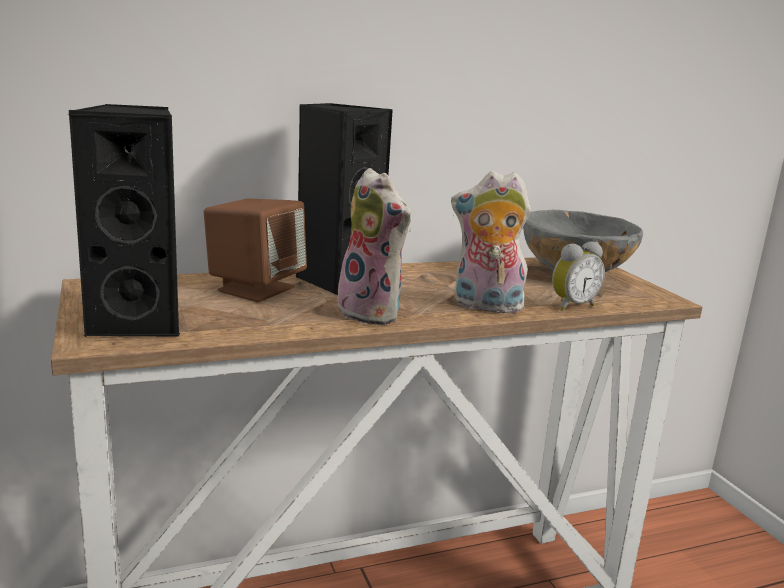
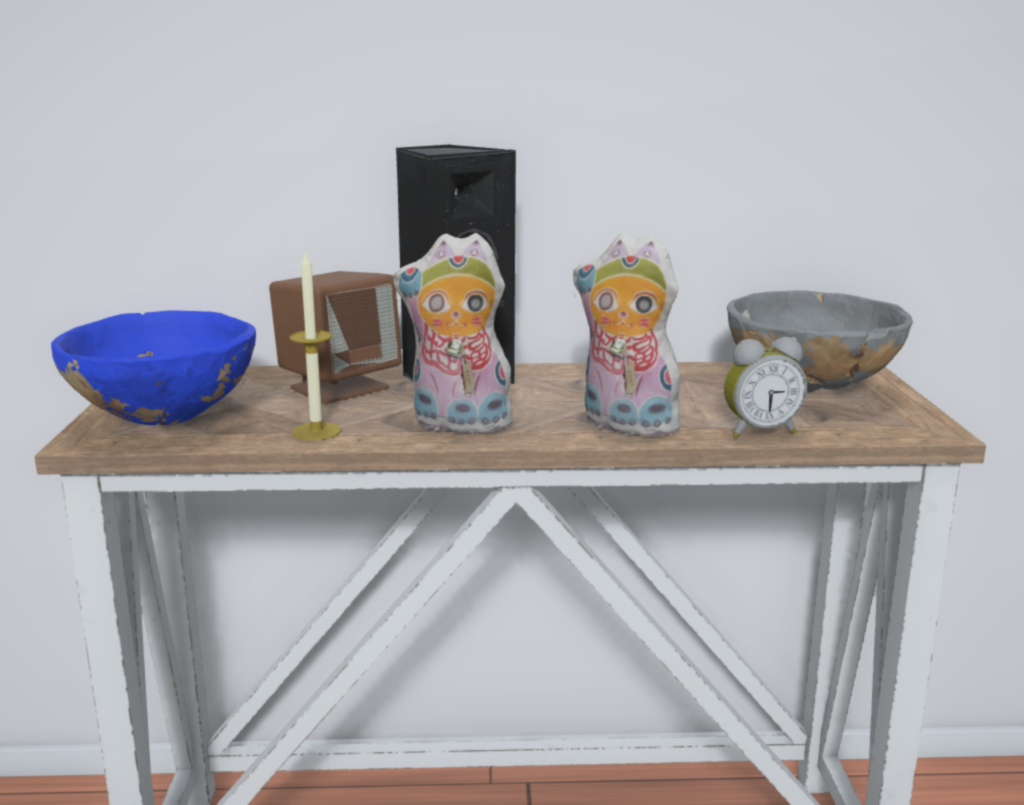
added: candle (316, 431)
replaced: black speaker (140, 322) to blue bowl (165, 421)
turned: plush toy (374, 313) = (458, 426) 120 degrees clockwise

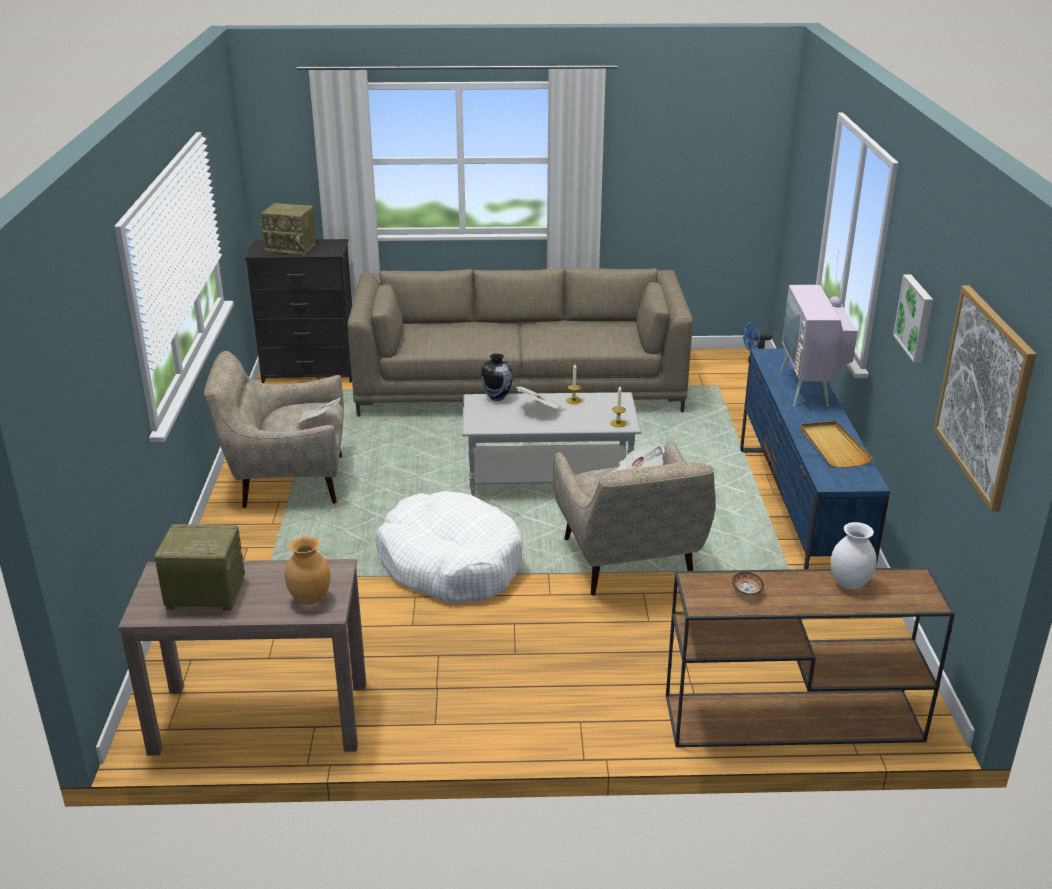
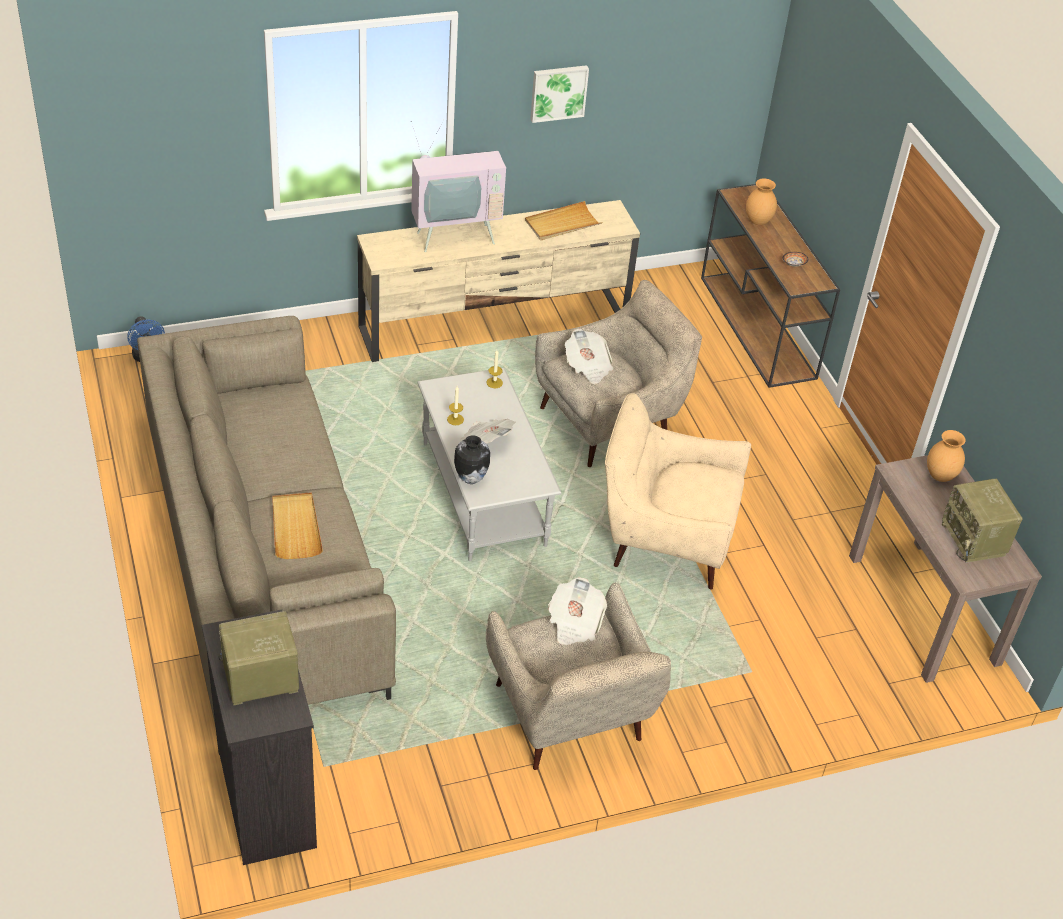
removed: picture (984, 395)
added: beige tray (295, 527)
replaced: white dog bed (450, 564) to beige armchair (664, 539)
recoloured: blue tv stand (797, 521) to beige tv stand (495, 325); white vase (849, 584) to brown vase (758, 221)
turned: radio (291, 248) = (259, 680) 105 degrees counterclockwise

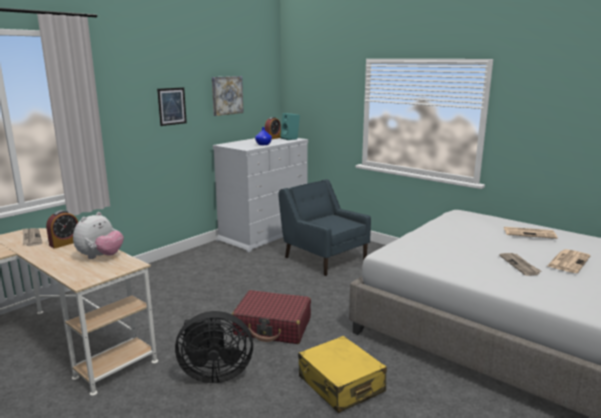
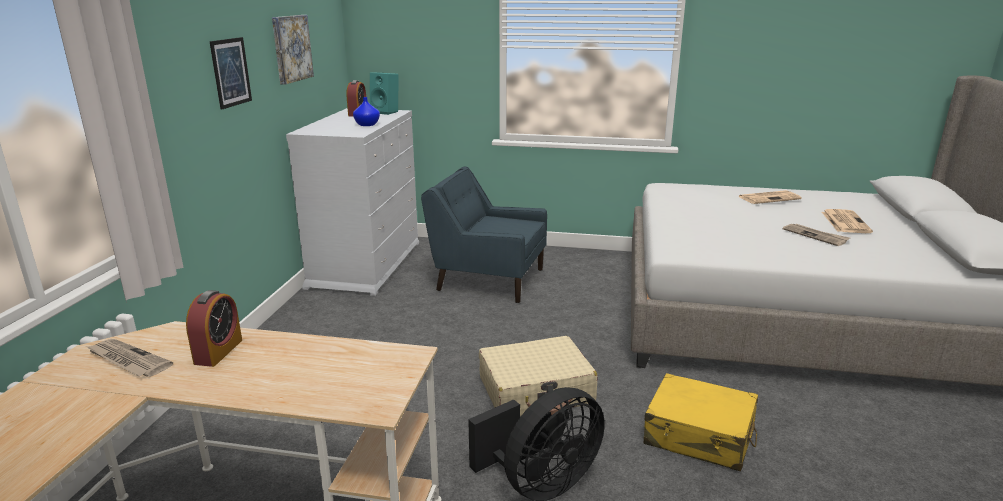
removed: plush toy (100, 257)
recoloured: red suitcase (273, 327) to beige suitcase (536, 391)

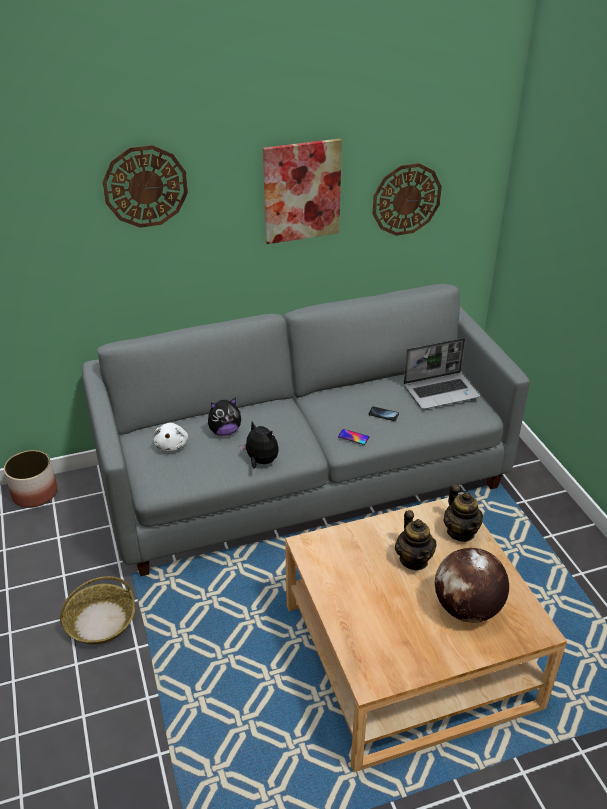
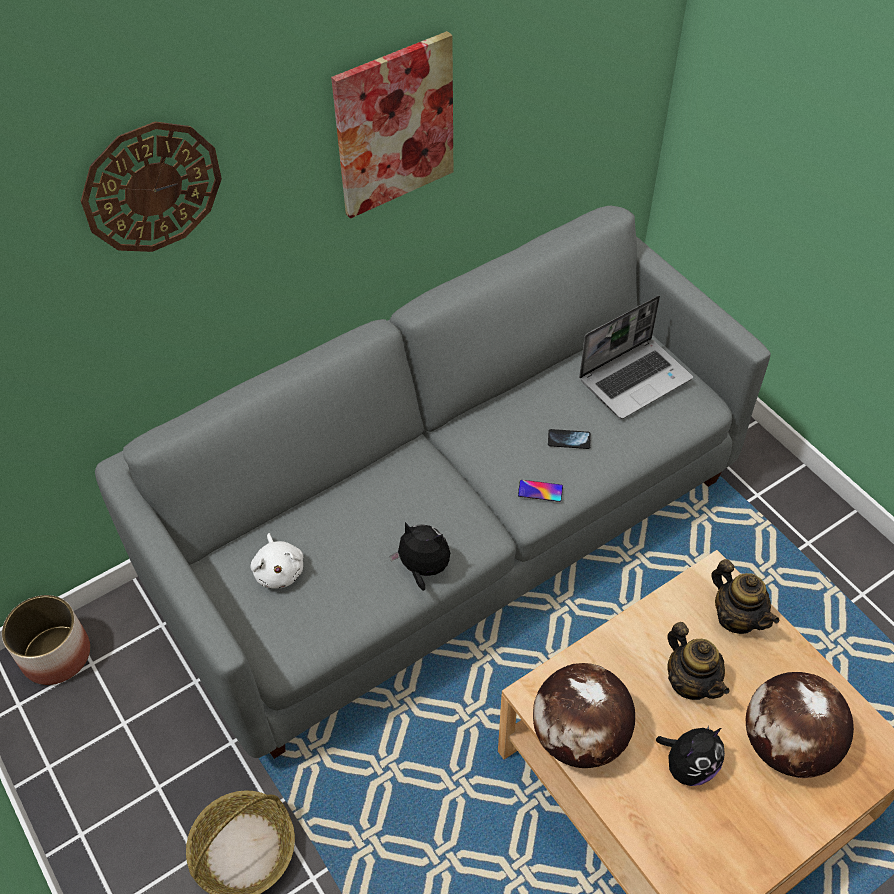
removed: wall clock (406, 199)
added: globe (579, 736)
moved: plush toy (225, 431) to (688, 765)

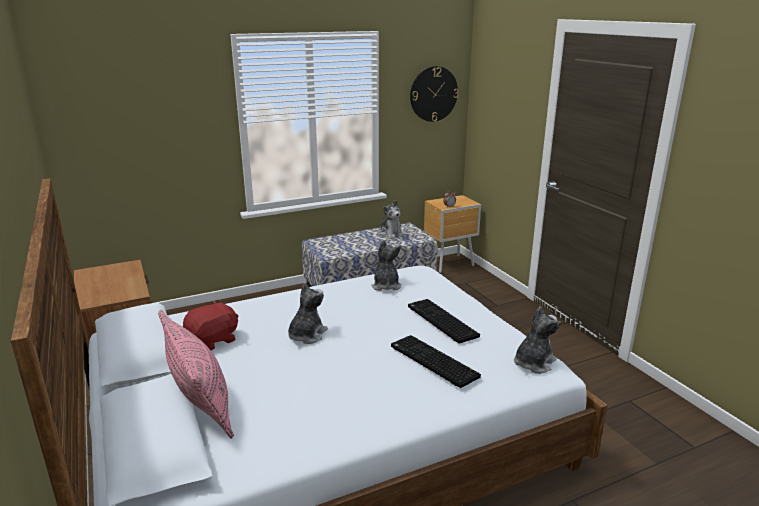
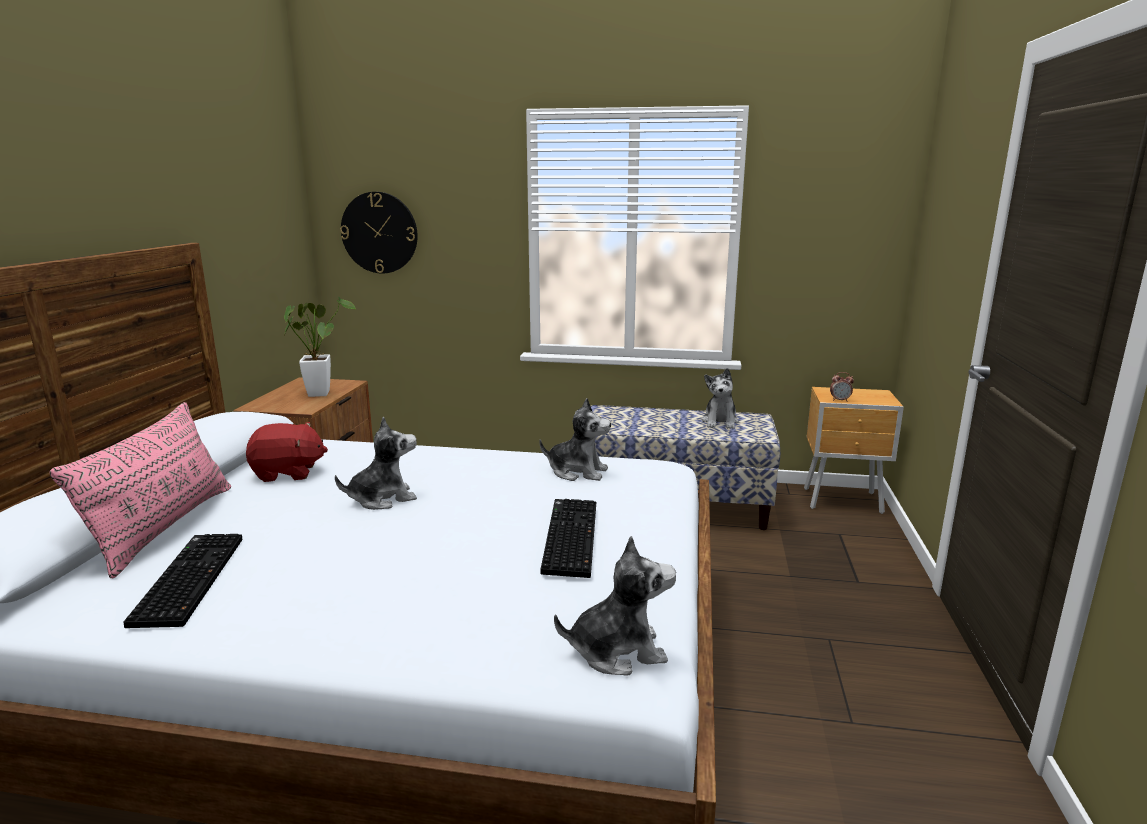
added: potted plant (320, 392)
moved: wall clock (433, 94) to (379, 233); keyboard (431, 362) to (187, 579)
turned: plush toy (385, 285) = (577, 472) 75 degrees clockwise

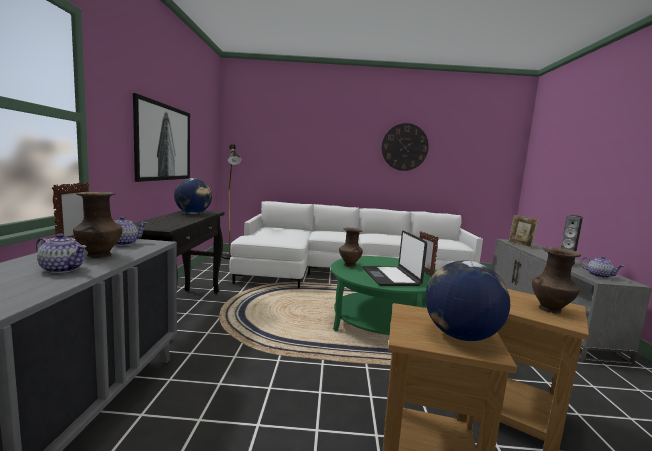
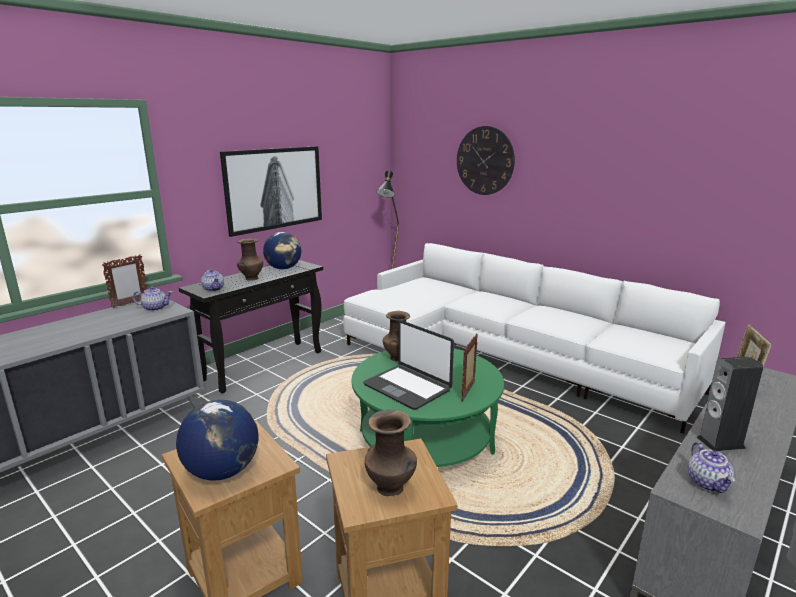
moved: wall clock (404, 147) to (485, 160); brown vase (99, 255) to (251, 279); teapot (63, 269) to (214, 289)
turned: laptop (391, 277) = (408, 387) 75 degrees counterclockwise

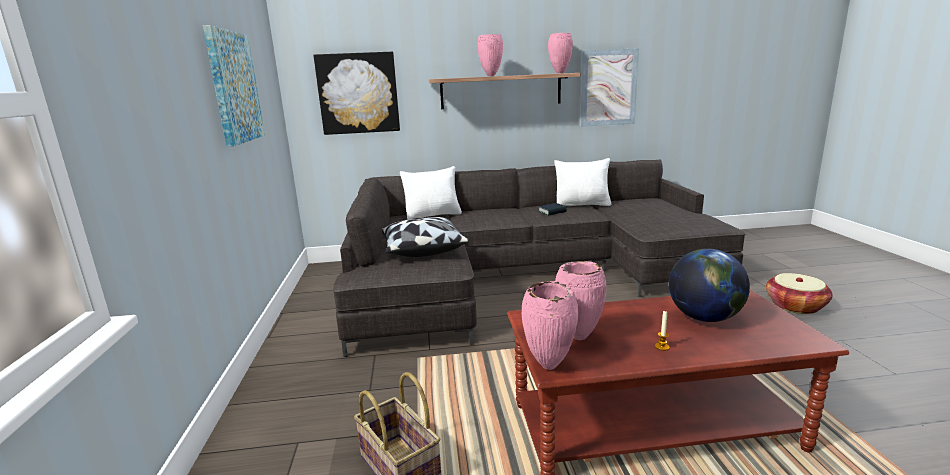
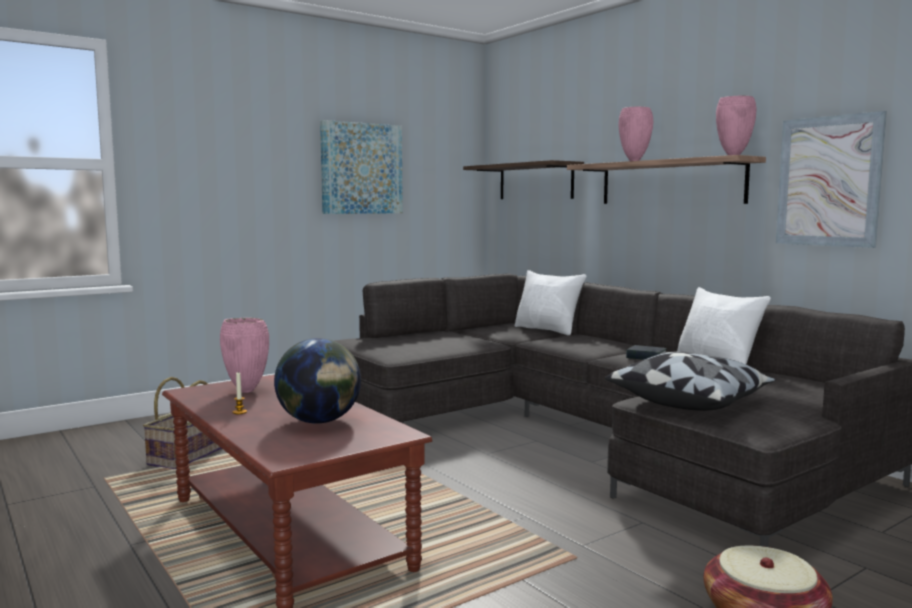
removed: pink vase (550, 366)
moved: pillow (422, 249) to (689, 402)
replaced: picture (358, 93) to shelf (535, 181)

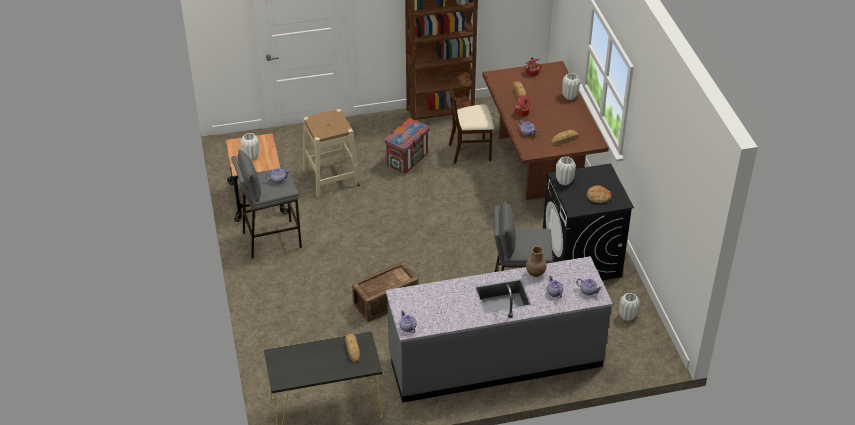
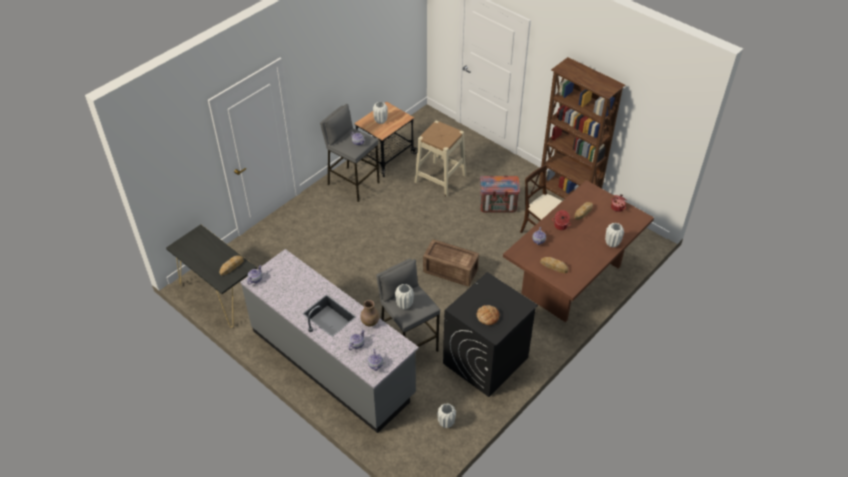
moved: white vase (564, 181) to (404, 305); crate (384, 301) to (450, 270)

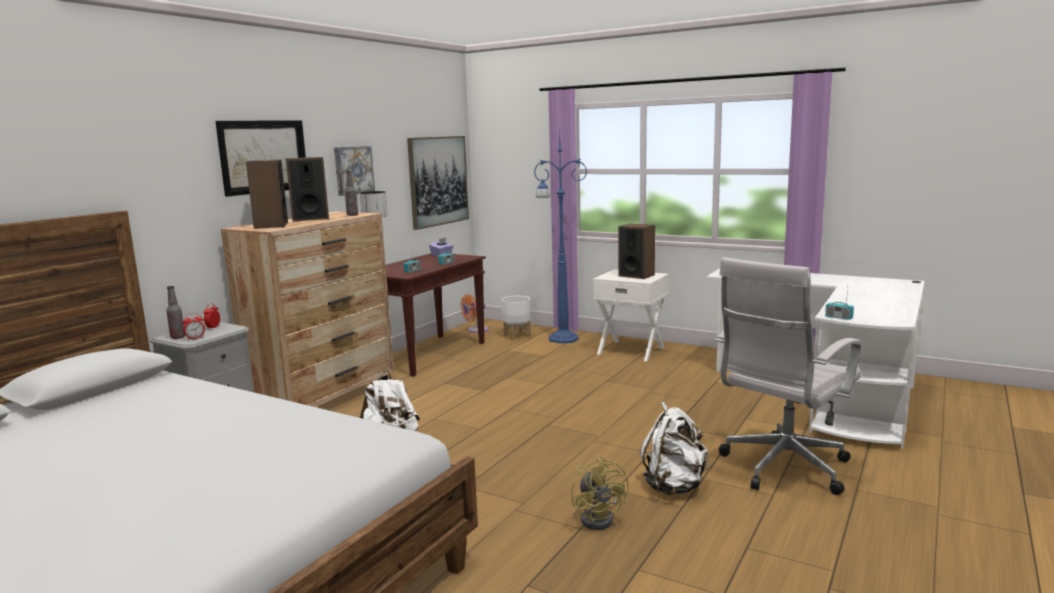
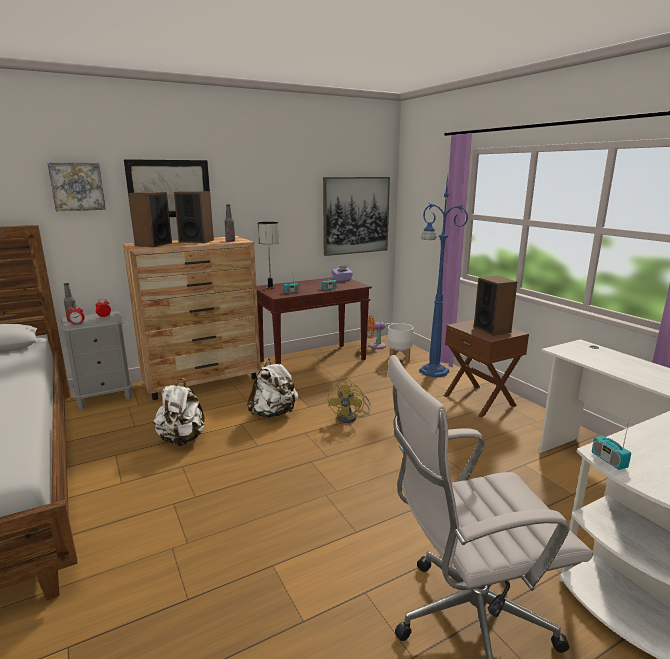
moved: picture (353, 170) to (77, 186); white backpack (674, 486) to (273, 413); yellow fan (600, 518) to (350, 417)
recoloured: white nightstand (631, 350) to brown nightstand (480, 400)

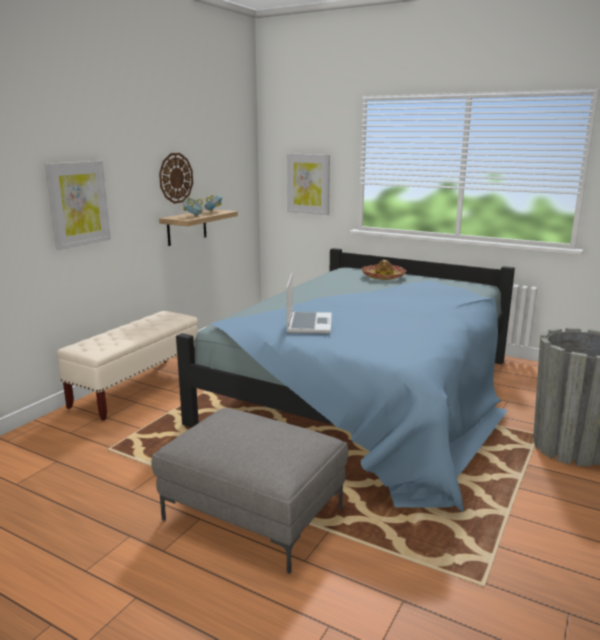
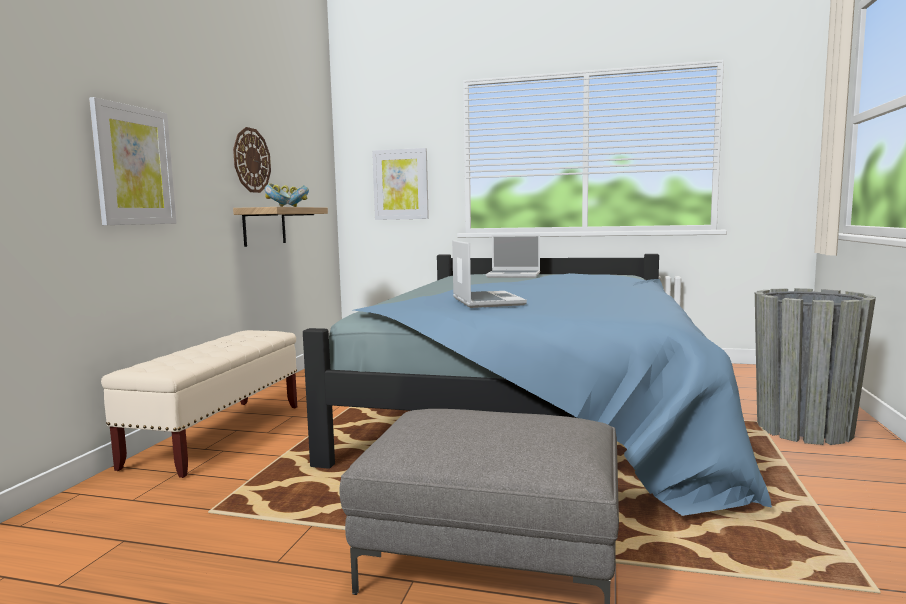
replaced: hat (383, 277) to laptop (514, 275)

